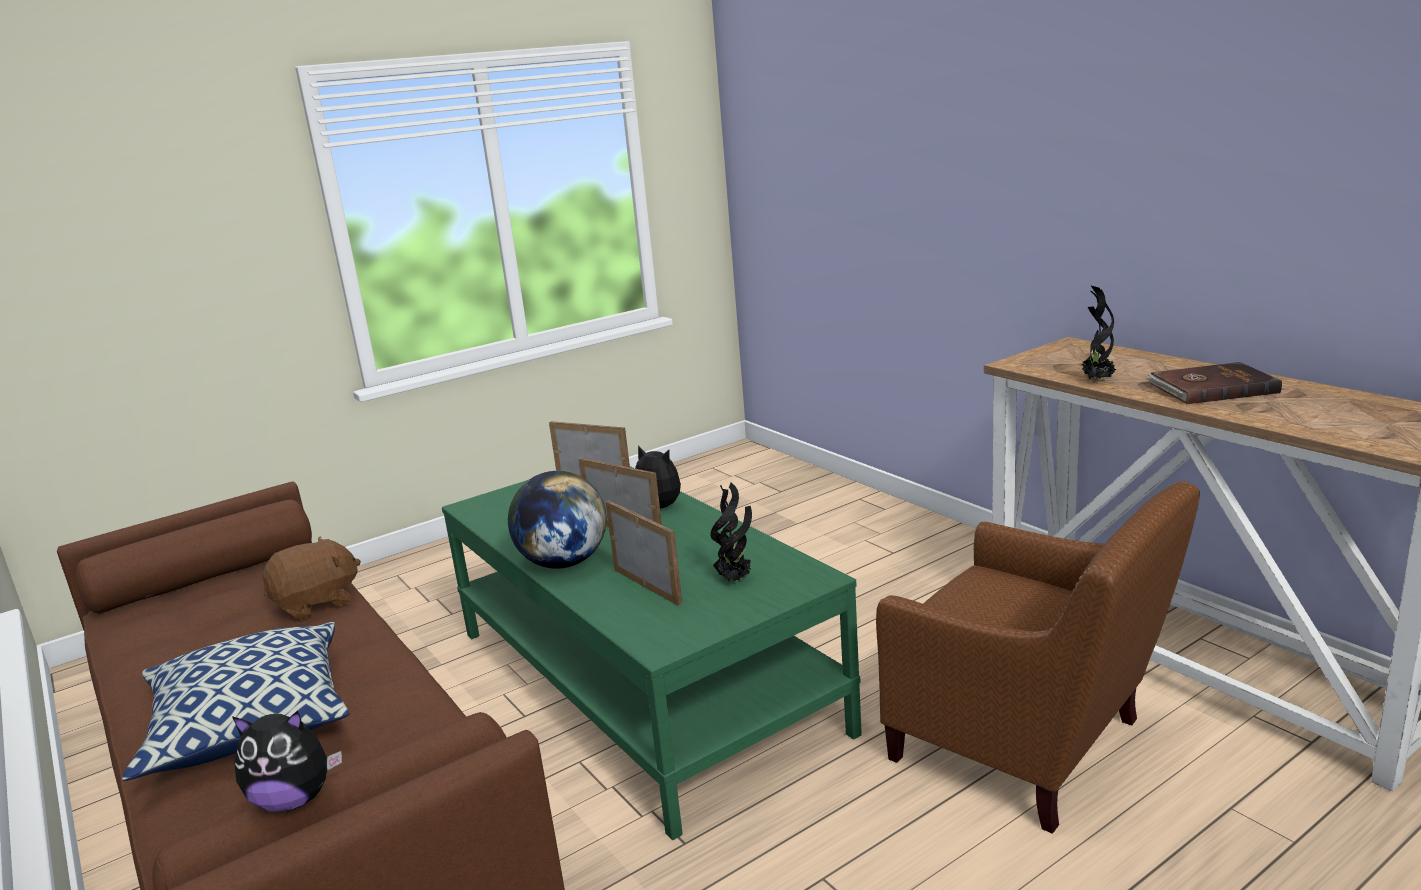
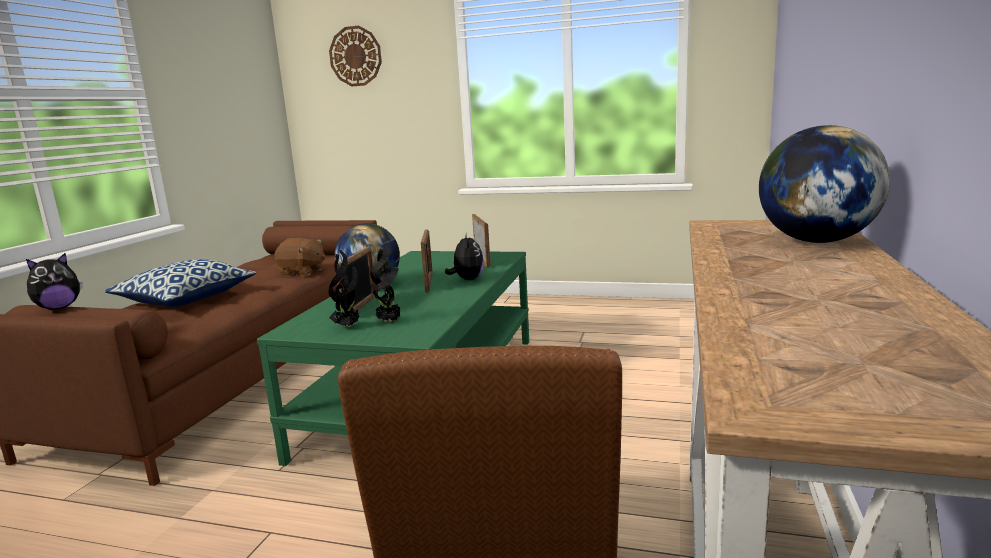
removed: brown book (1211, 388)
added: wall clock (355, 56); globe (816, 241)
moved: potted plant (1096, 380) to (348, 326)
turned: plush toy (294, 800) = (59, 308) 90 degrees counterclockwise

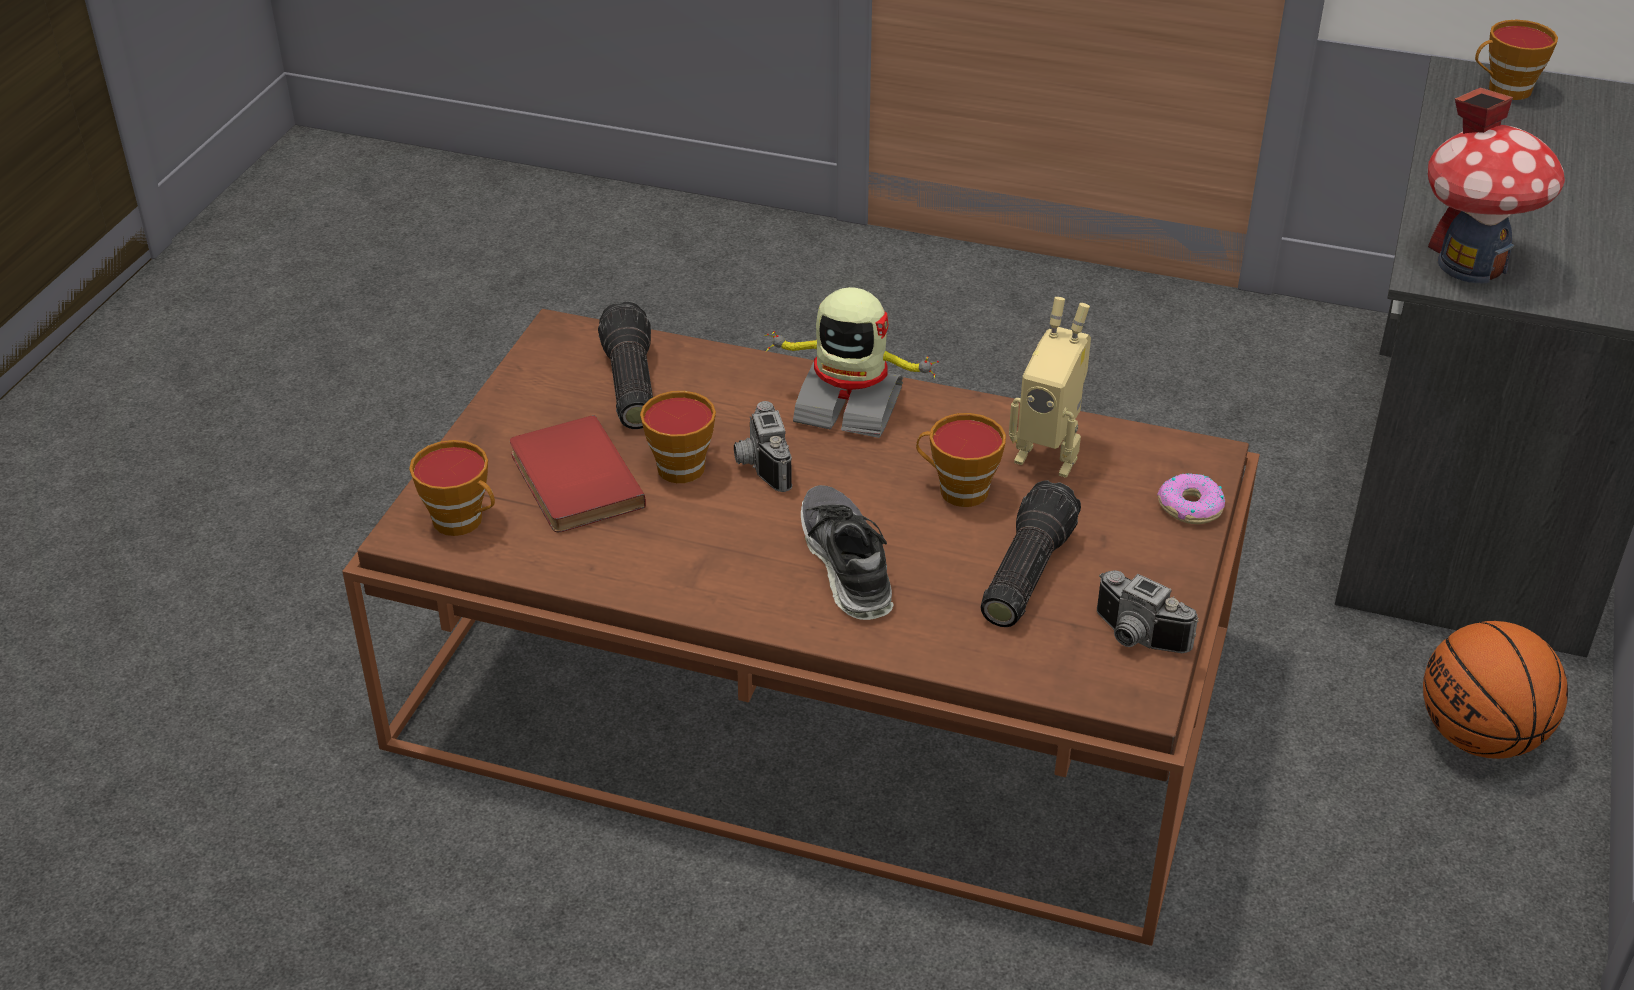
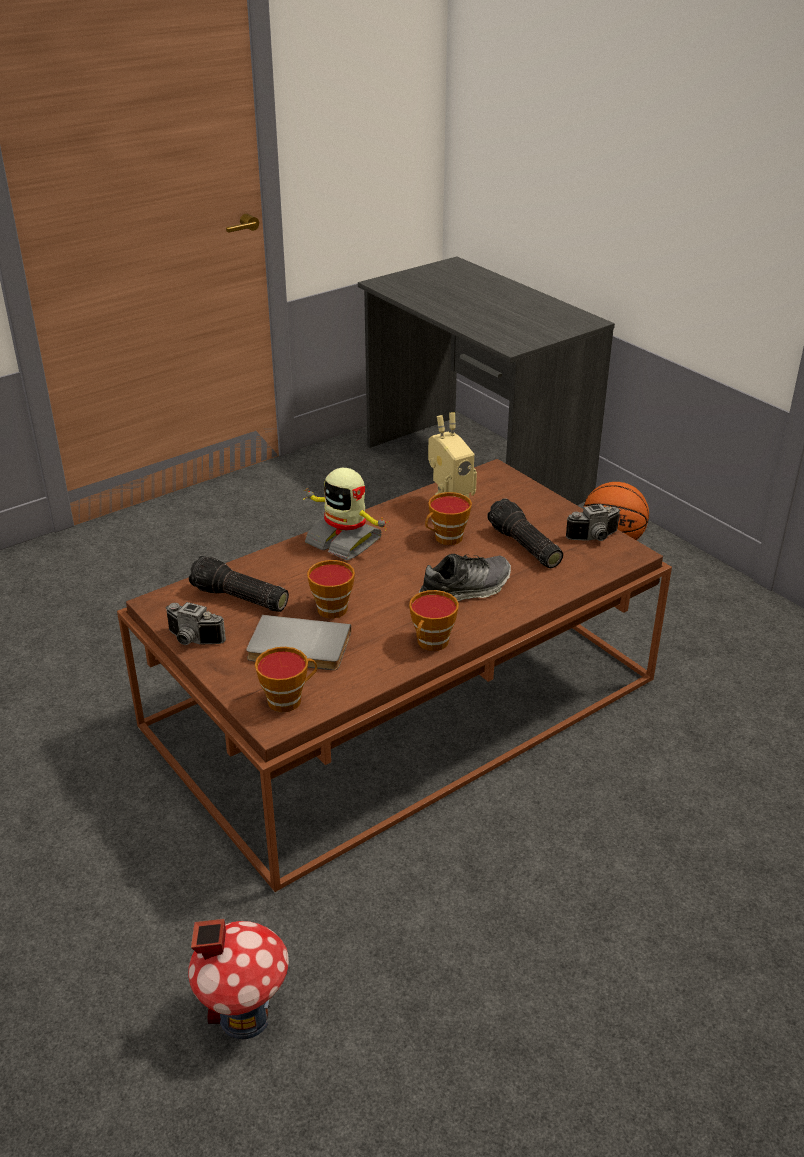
removed: donut (1190, 507)
moved: cup (1504, 90) to (431, 644); toy house (1472, 264) to (244, 1015); photo camera (759, 465) to (192, 641)
recoloured: red book (571, 480) to grey book (298, 648)
turned: toy robot (849, 405) = (344, 541) 75 degrees clockwise; shoe (845, 564) = (465, 590) 135 degrees clockwise

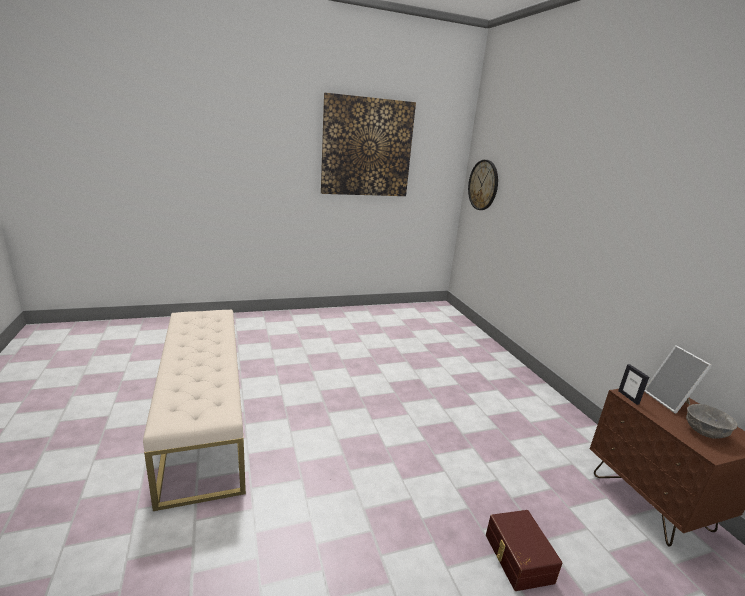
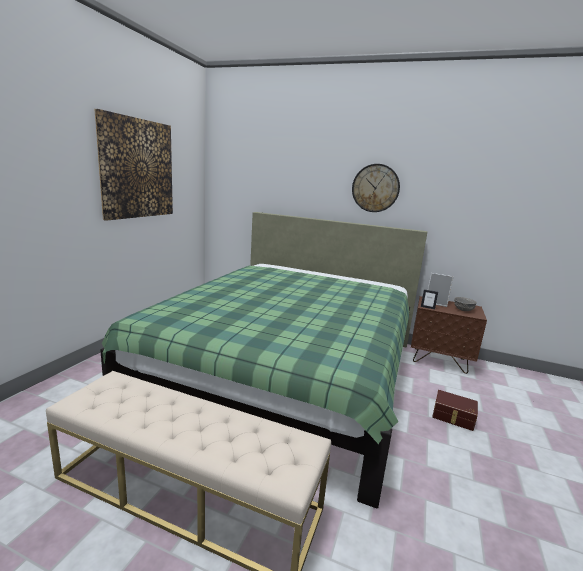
added: green bed (286, 371)
moved: wall clock (483, 185) to (375, 188)

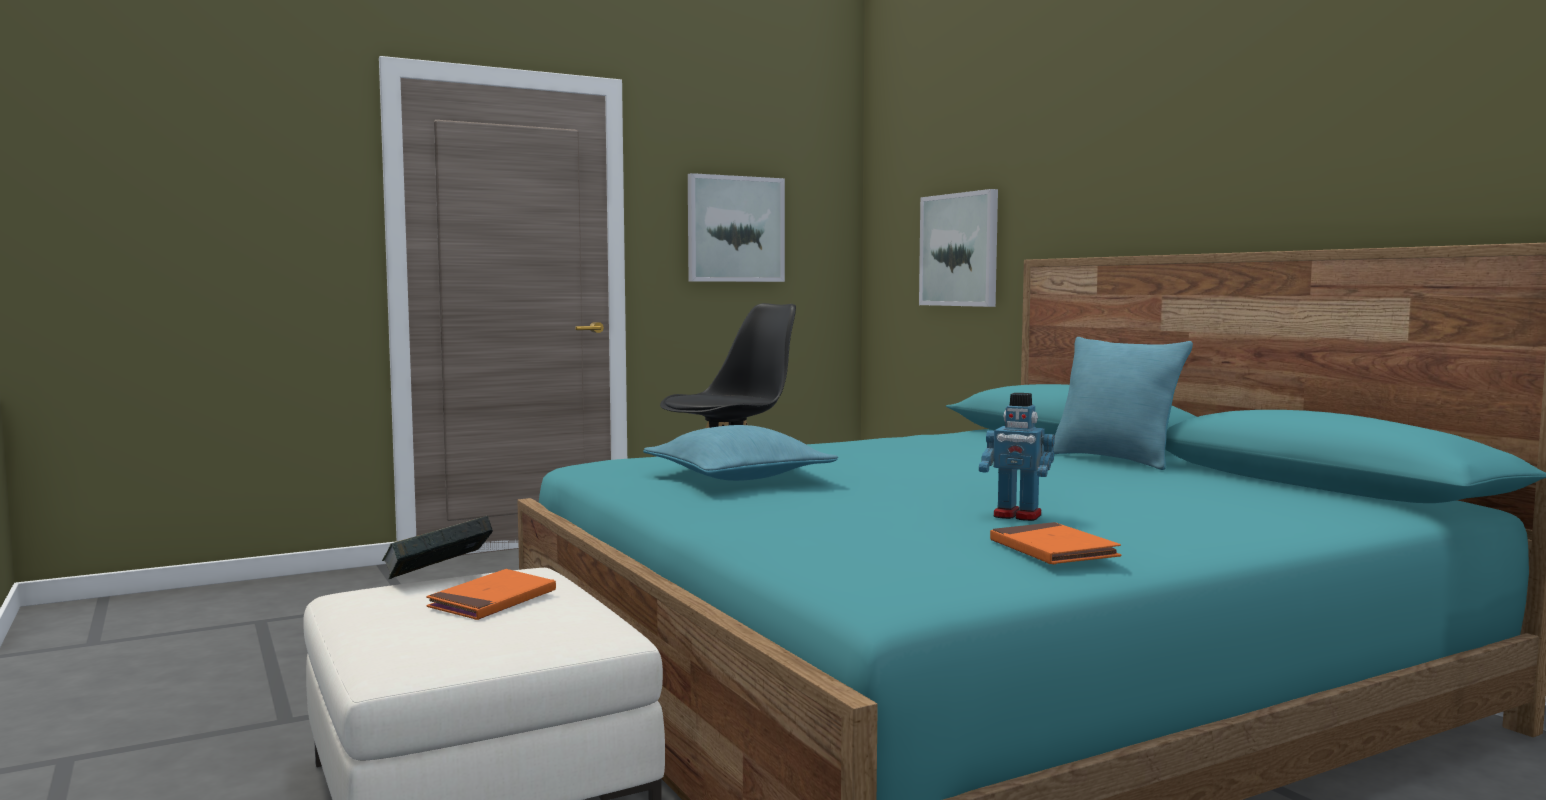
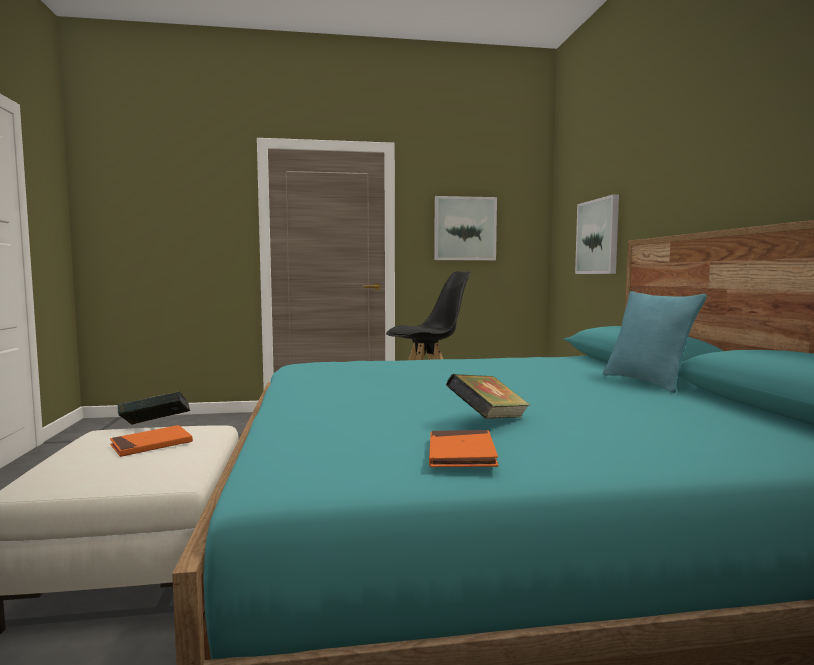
removed: turquoise pillow (738, 477)
replaced: toy robot (1017, 516) to book (488, 421)

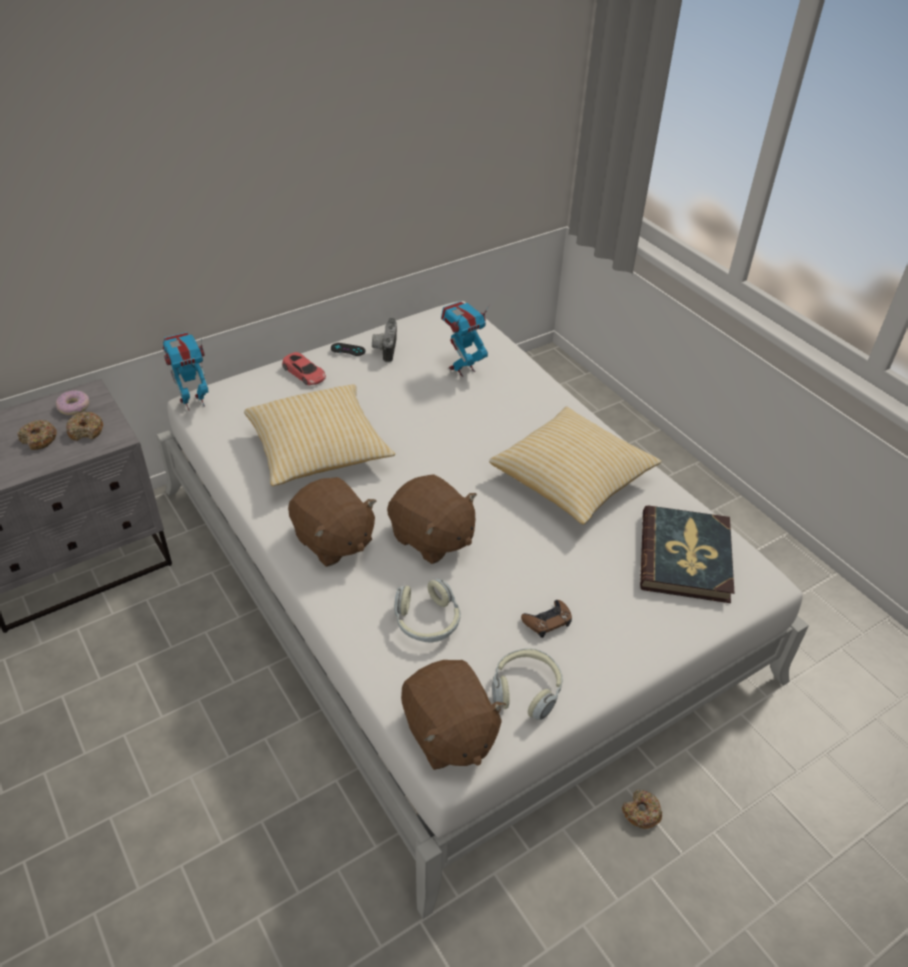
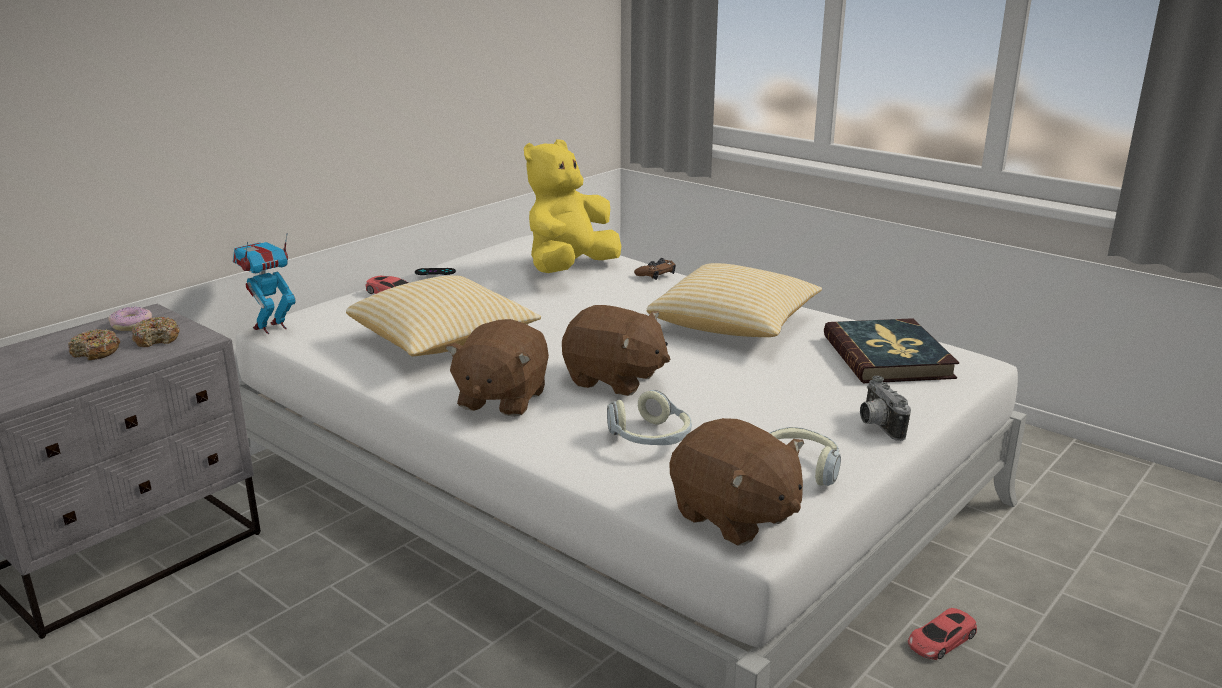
moved: photo camera (384, 349) to (876, 425); brown game controller (547, 621) to (656, 273)
replaced: toy robot (462, 369) to yellow plush toy (570, 269); donut (641, 813) to red toy car (941, 640)
turned: brown plush toy (333, 541) = (501, 399) 75 degrees clockwise

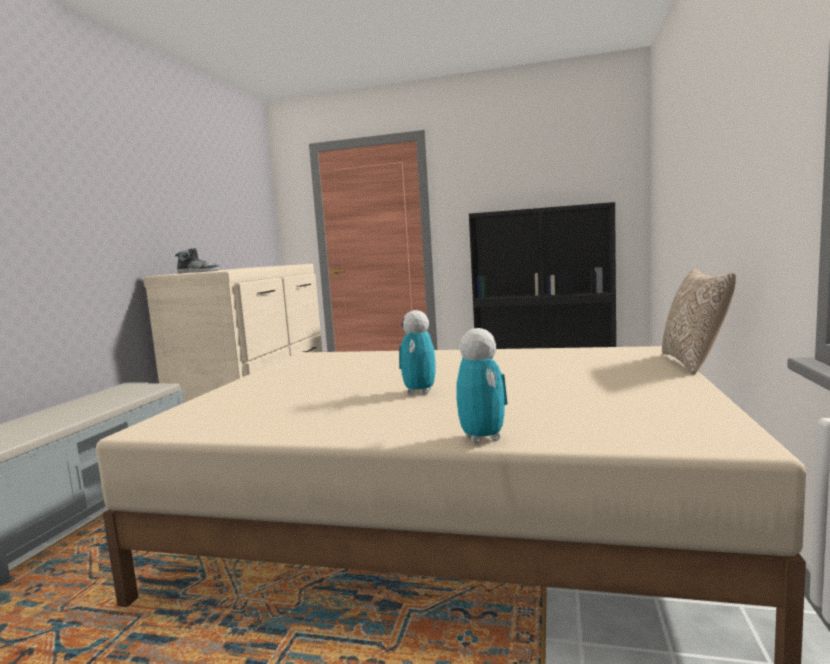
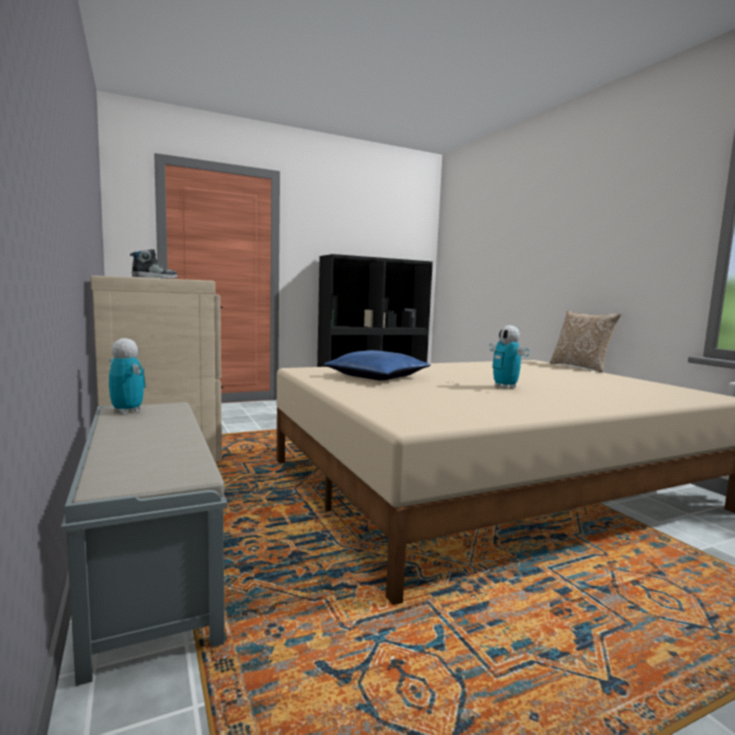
added: blue pillow (376, 376)
moved: toy robot (482, 438) to (127, 411)

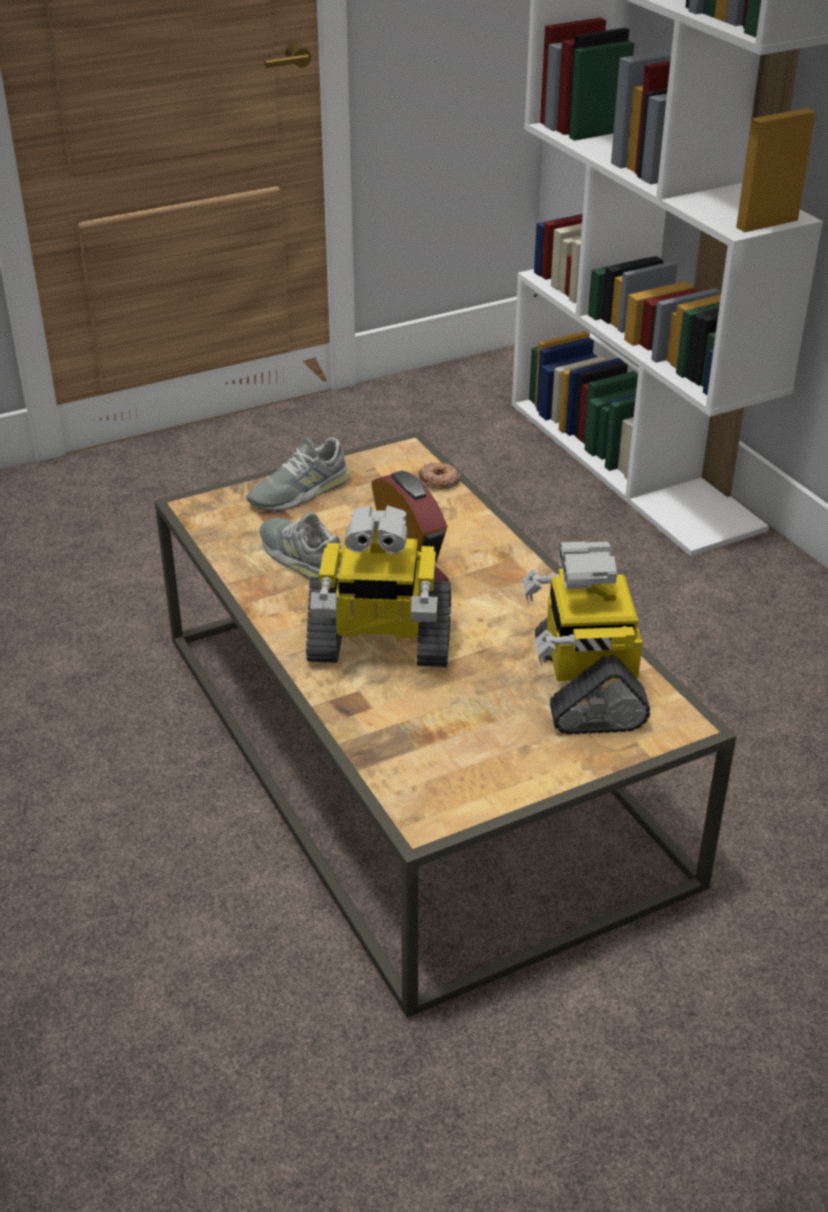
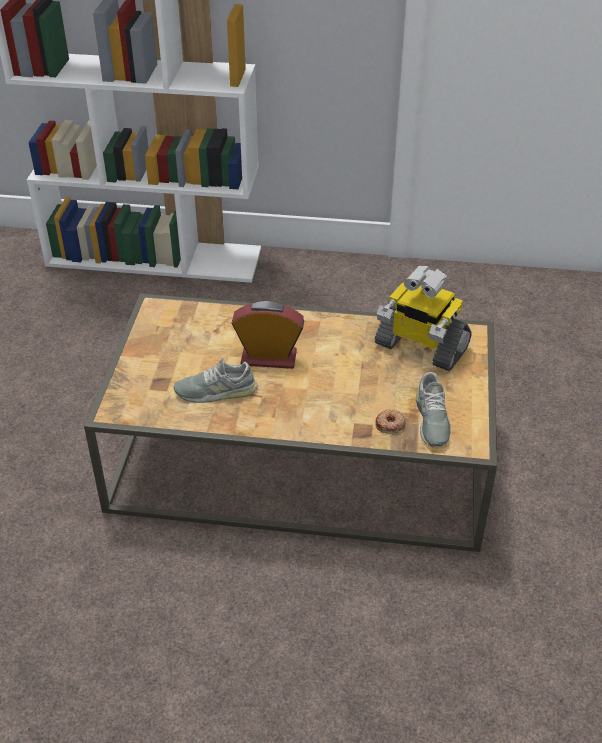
removed: toy robot (379, 645)
moved: grey shoe (299, 491) to (431, 419); donut (439, 481) to (390, 424)

